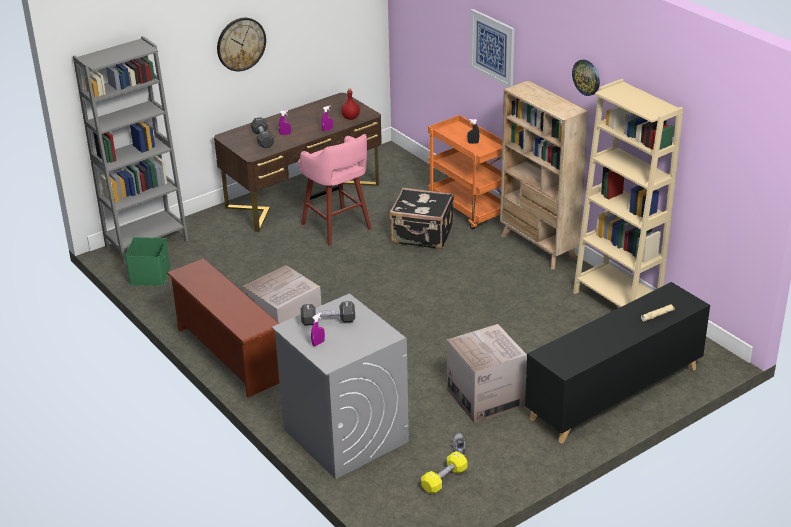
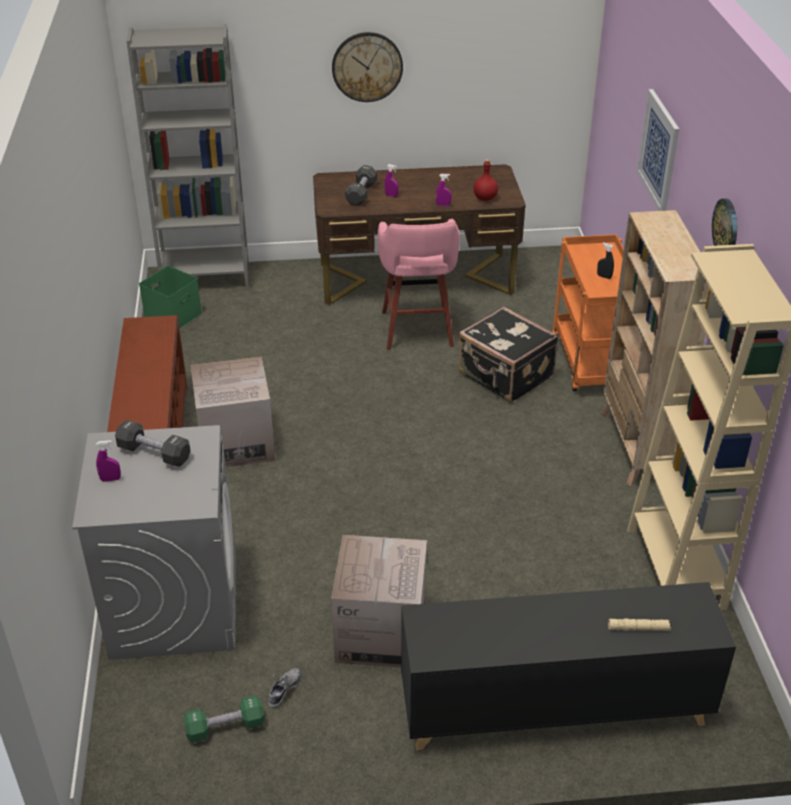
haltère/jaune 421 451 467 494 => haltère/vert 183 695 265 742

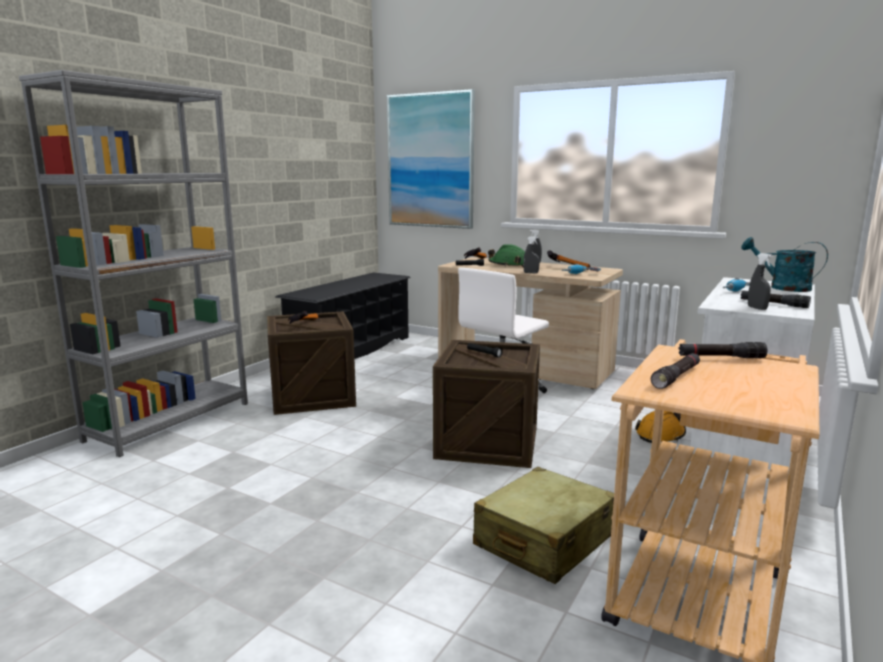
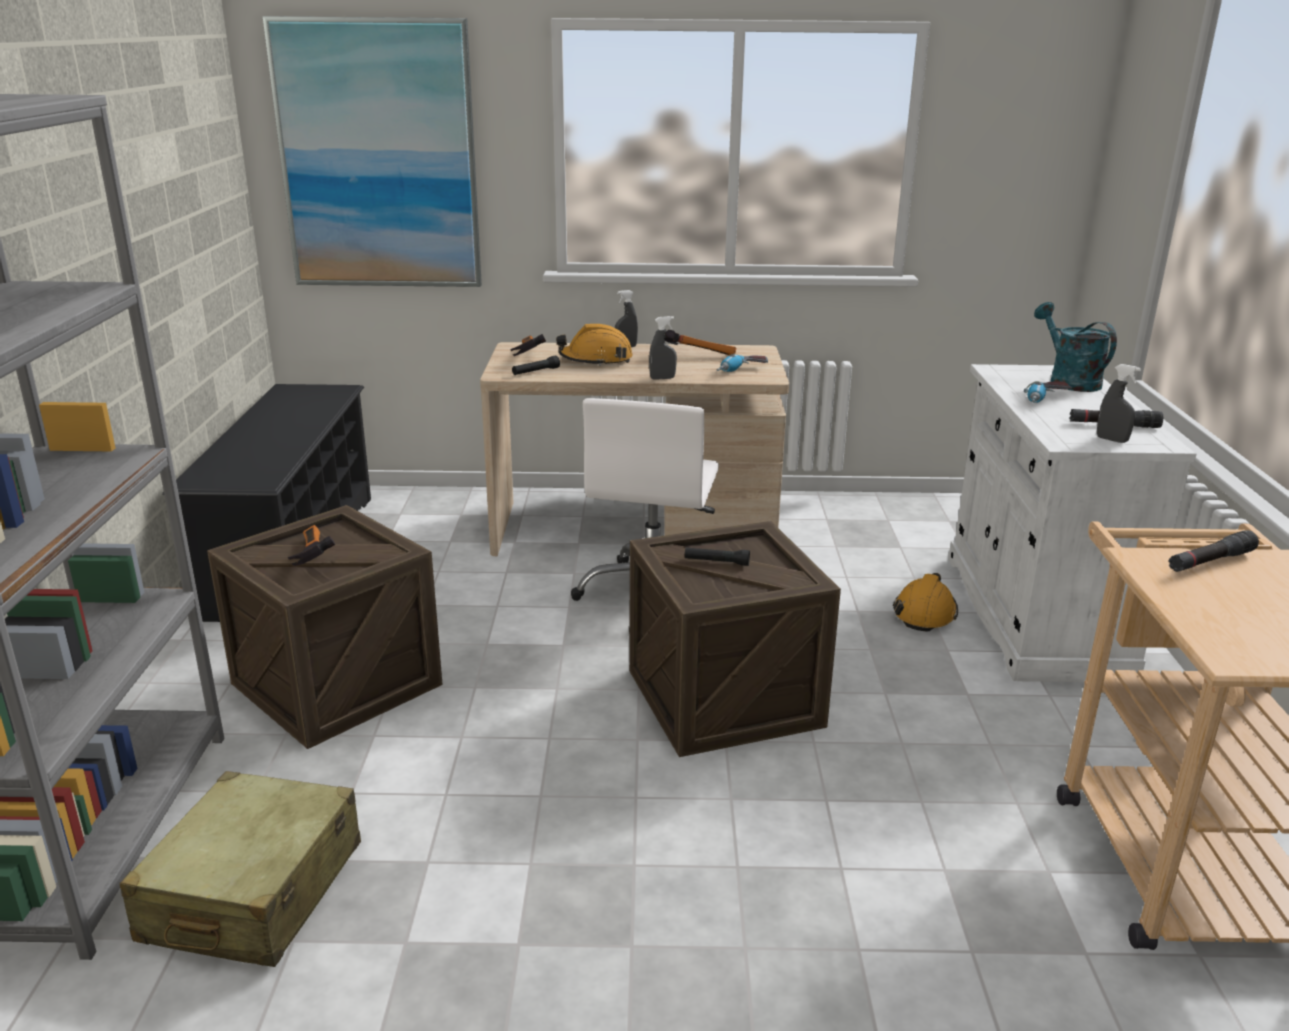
arrosoir/turquoise 741 237 828 292 => arrosoir/turquoise 1034 302 1117 392, 60 degrees clockwise
casque de chantier/vert 488 244 525 267 => casque de chantier/orange 556 324 633 366
lampe de poche/noir 651 353 700 389 => nothing
valise/beige 473 467 614 584 => valise/beige 119 771 361 967, move

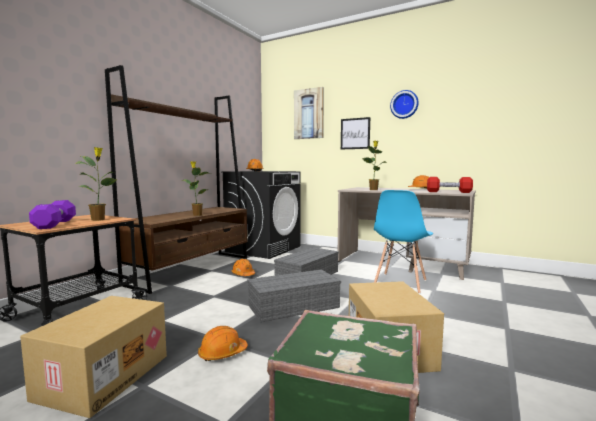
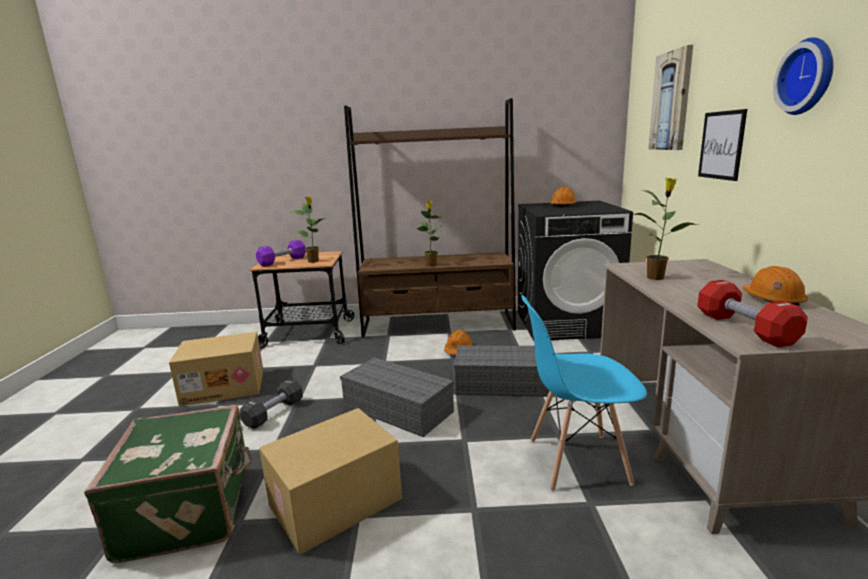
casque de chantier/orange 198 326 248 361 => haltère/noir 240 379 303 429

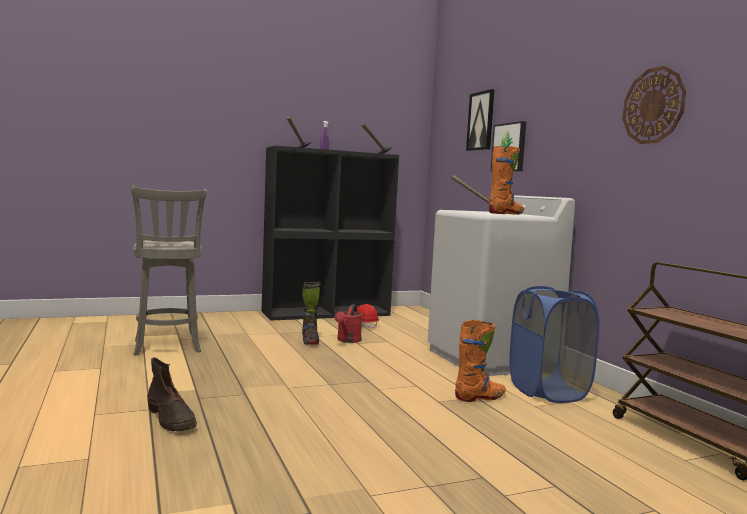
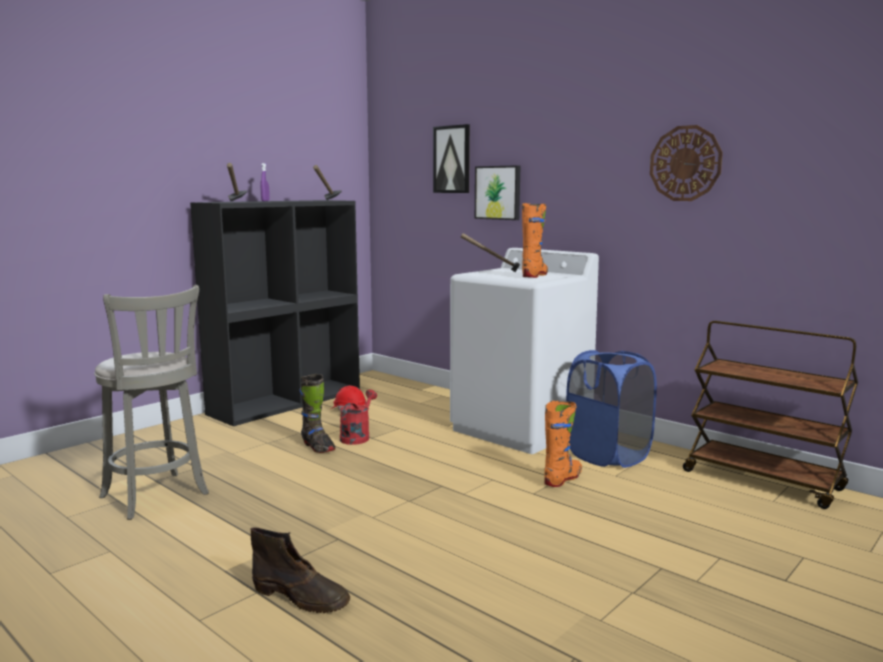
arrosoir/rouge 335 304 362 343 => arrosoir/rouge 340 390 377 445, 150 degrees counterclockwise

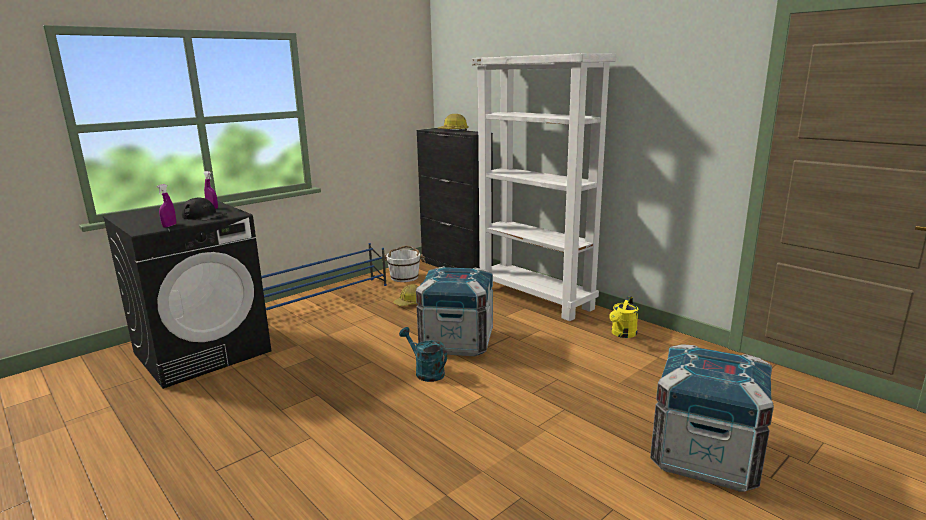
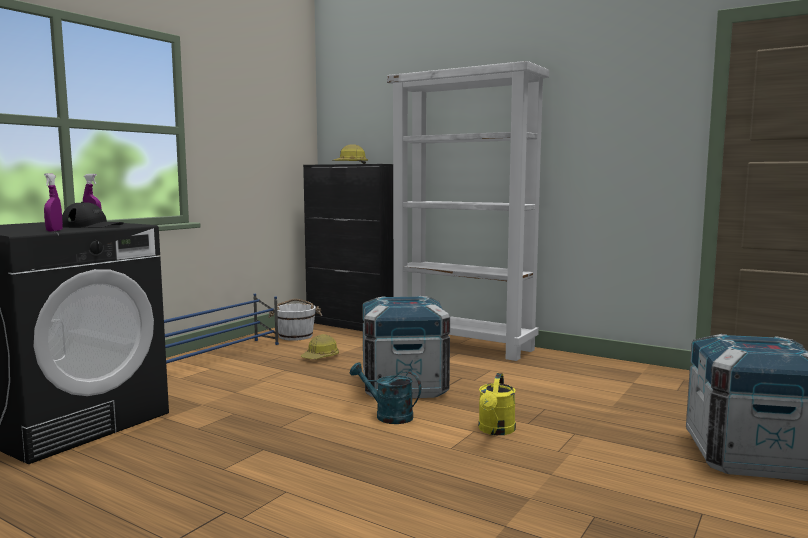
arrosoir/jaune 609 296 639 338 => arrosoir/jaune 479 373 516 435, move

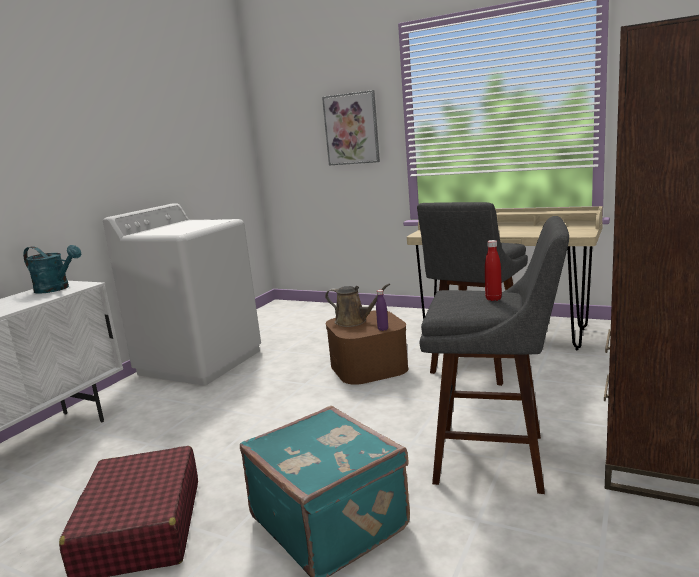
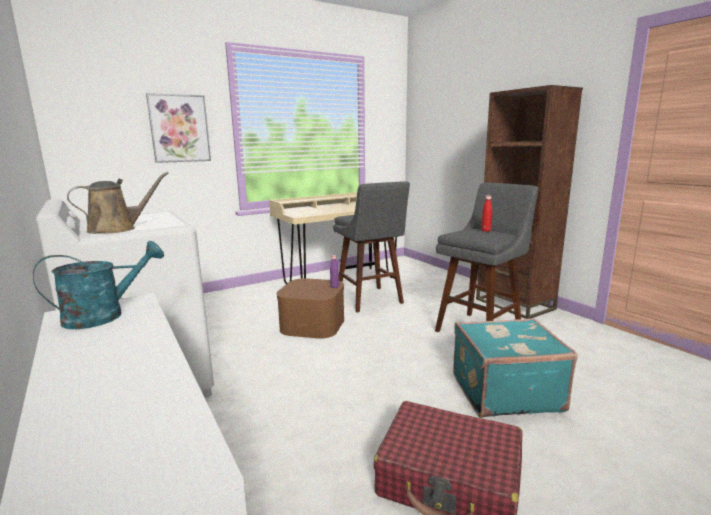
arrosoir/marron 325 283 390 327 => arrosoir/marron 67 172 169 234, move

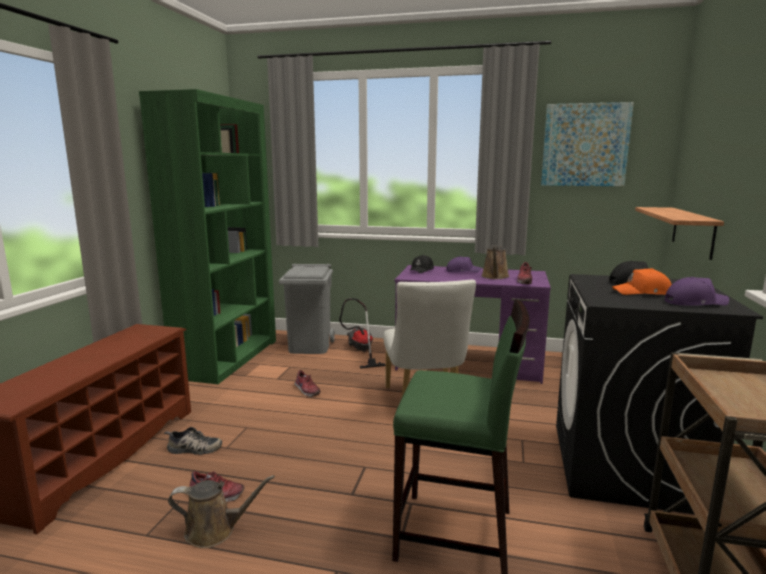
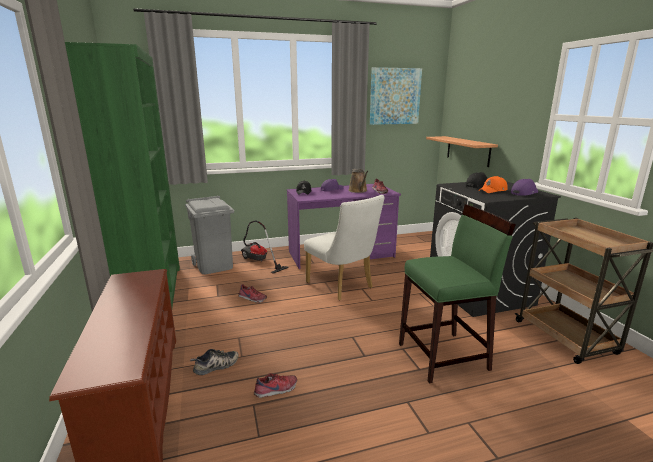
arrosoir/marron 168 475 275 548 => nothing

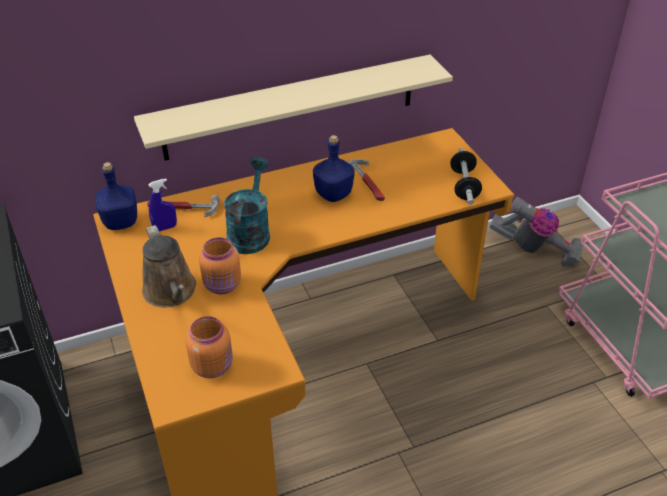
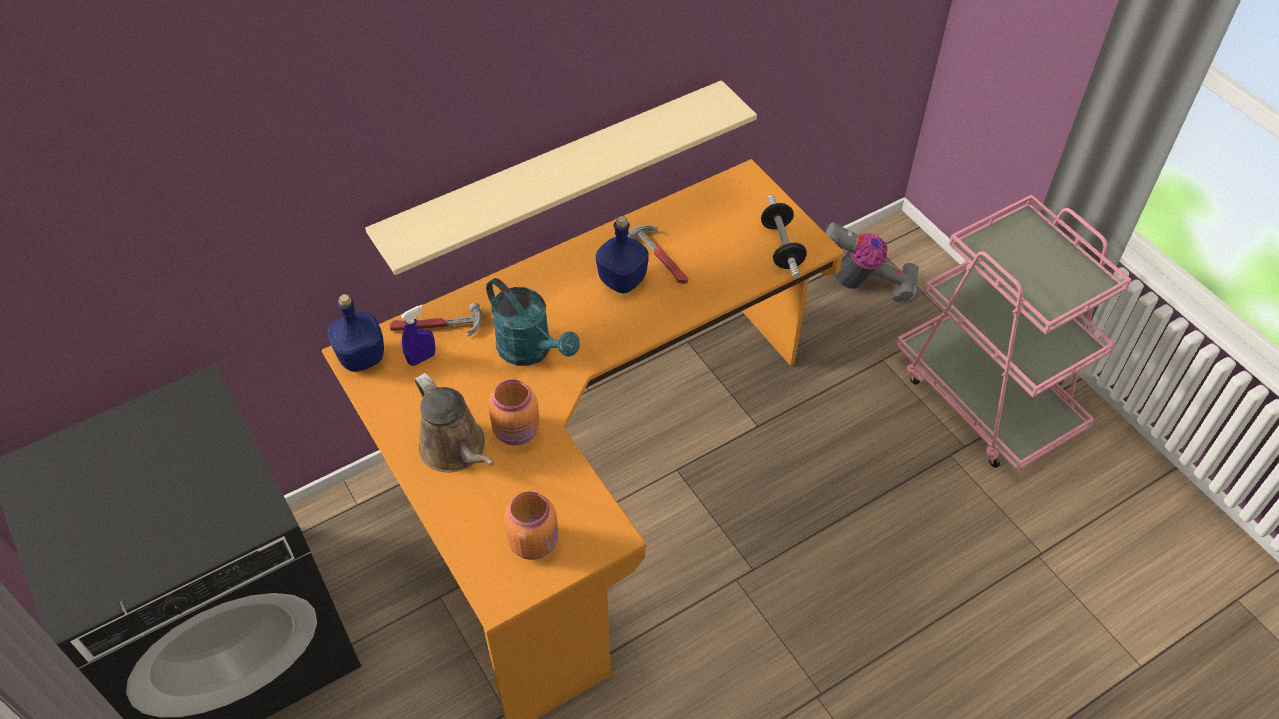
arrosoir/turquoise 224 157 270 254 => arrosoir/turquoise 486 278 580 366, 135 degrees clockwise

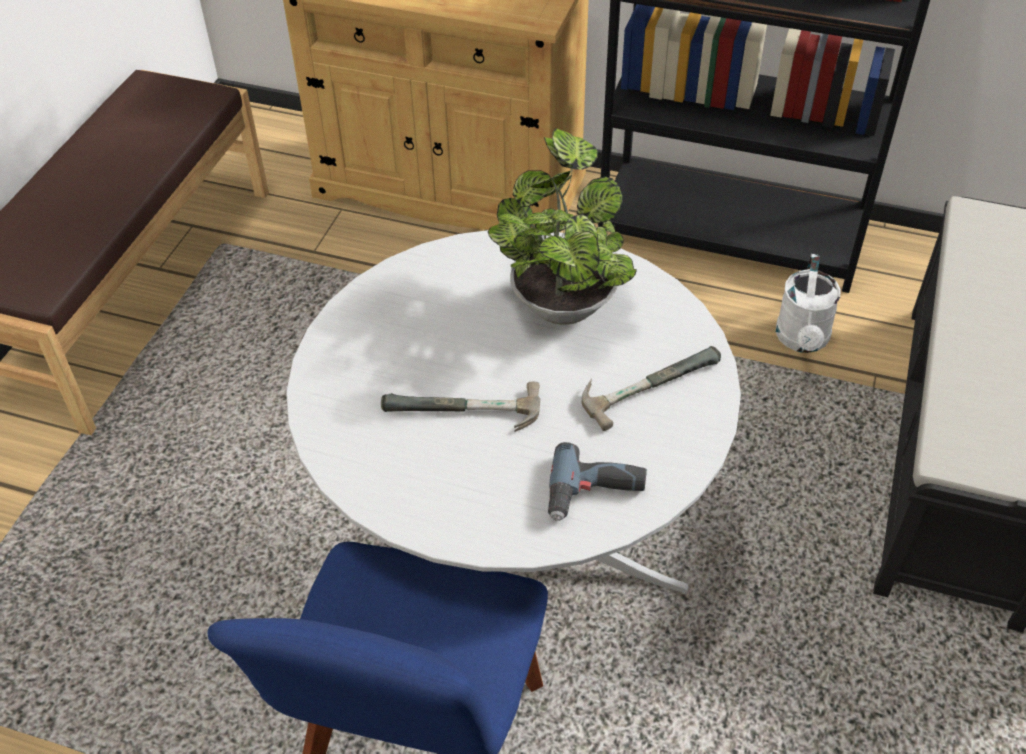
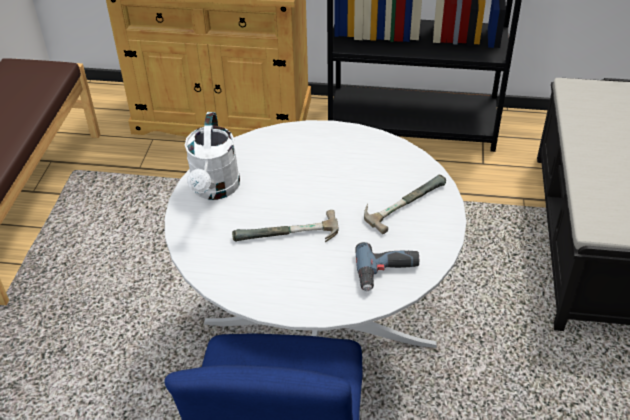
plante en pot 488 128 637 325 => nothing
arrosoir/blanc 776 254 841 353 => arrosoir/blanc 185 112 240 200, move

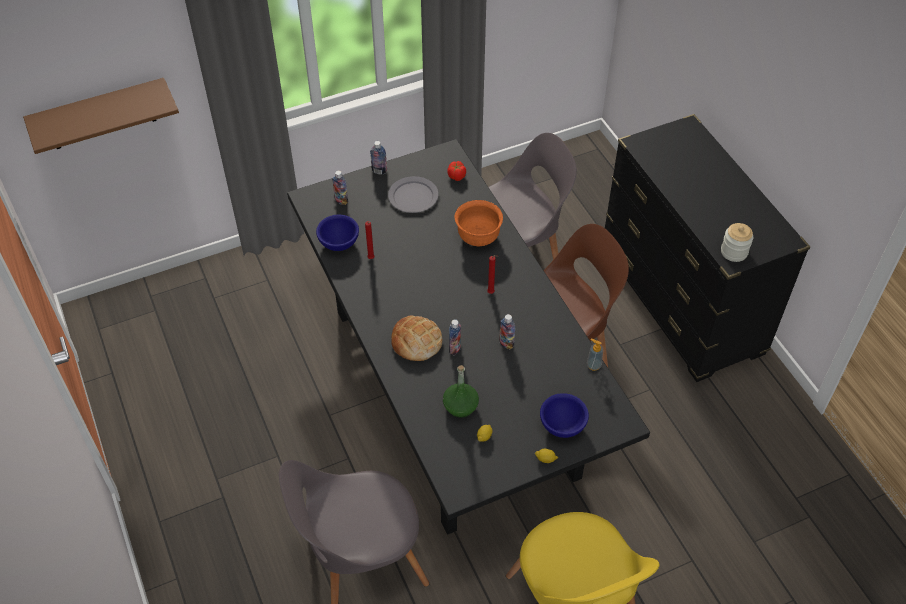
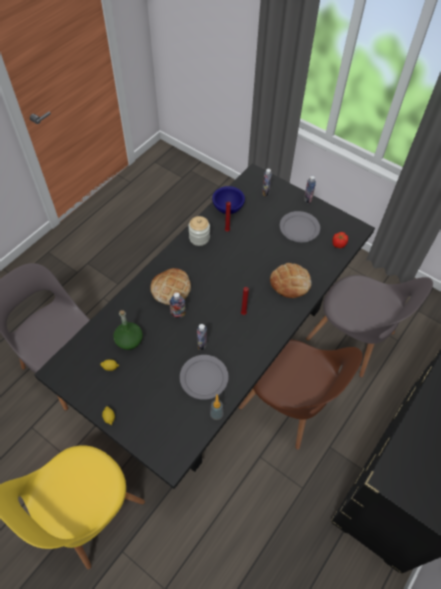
étagère/marron 23 78 179 154 => nothing
bol/orange 455 200 503 246 => pain 270 263 311 298
bocal 721 223 753 262 => bocal 188 216 210 246, move
bol/bleu 540 393 589 438 => nothing
nothing => assiette/gris 180 355 229 400

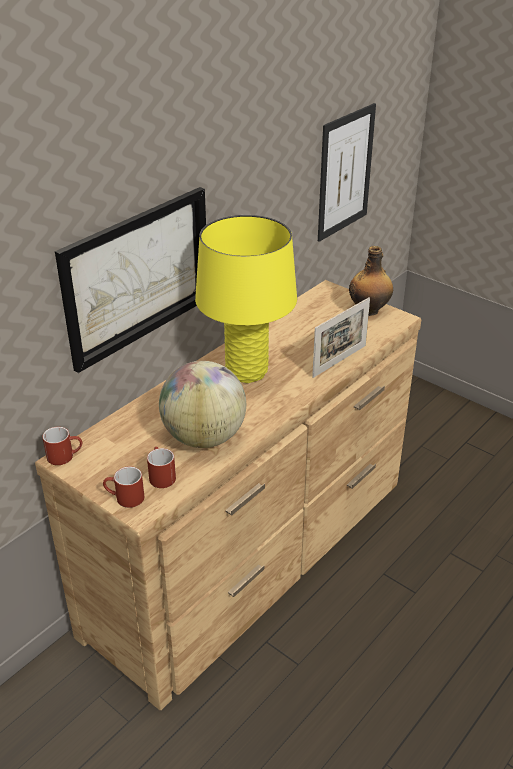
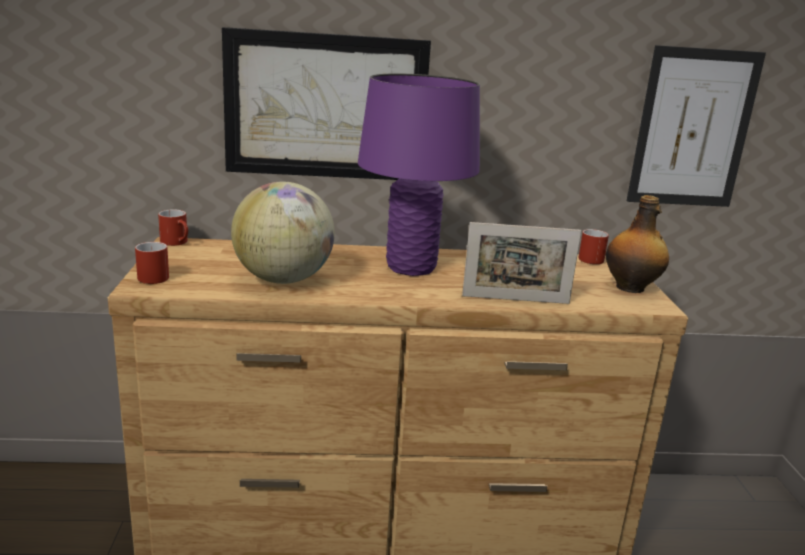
lampe de table/jaune 195 215 297 383 => lampe de table/violet 358 73 480 276
mug/rouge 147 447 176 488 => mug/rouge 578 229 609 264, move

